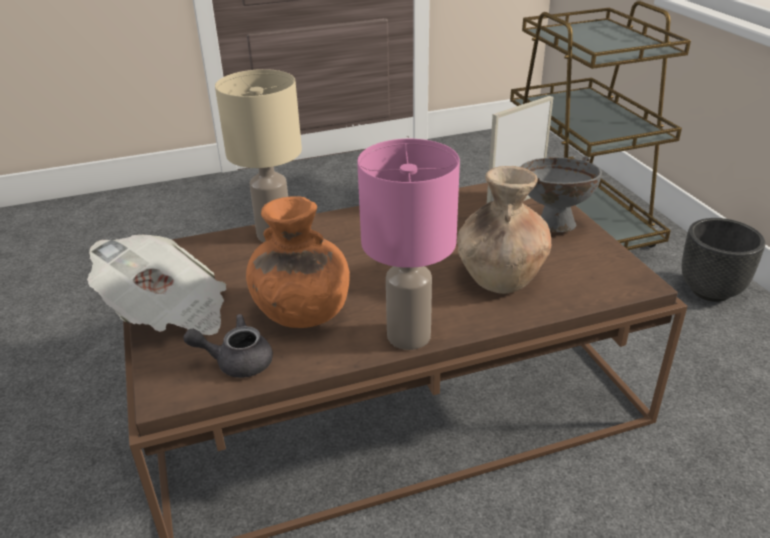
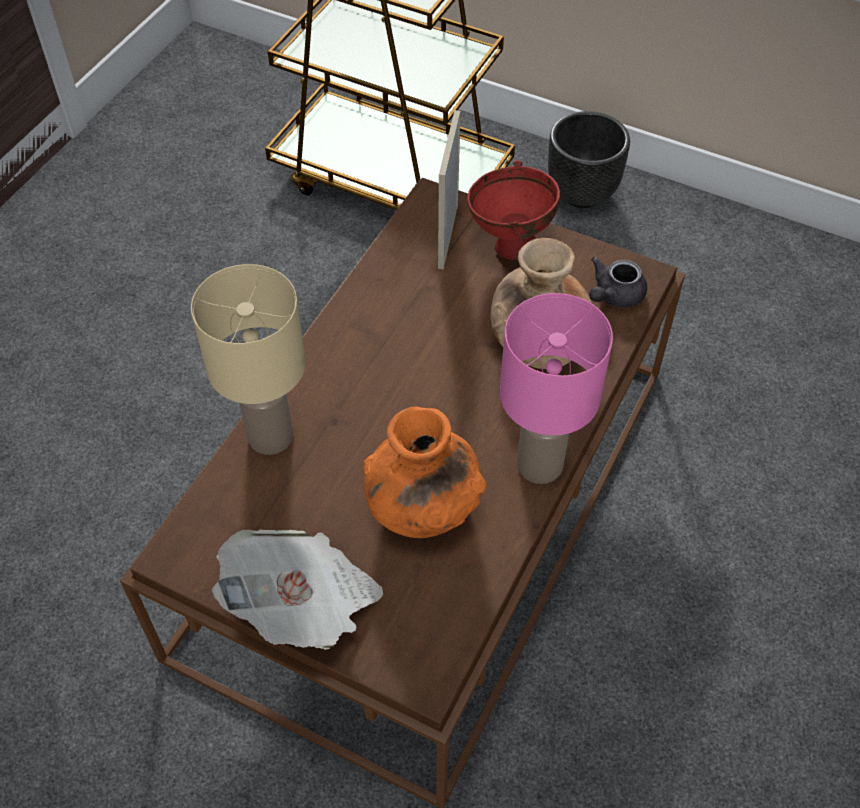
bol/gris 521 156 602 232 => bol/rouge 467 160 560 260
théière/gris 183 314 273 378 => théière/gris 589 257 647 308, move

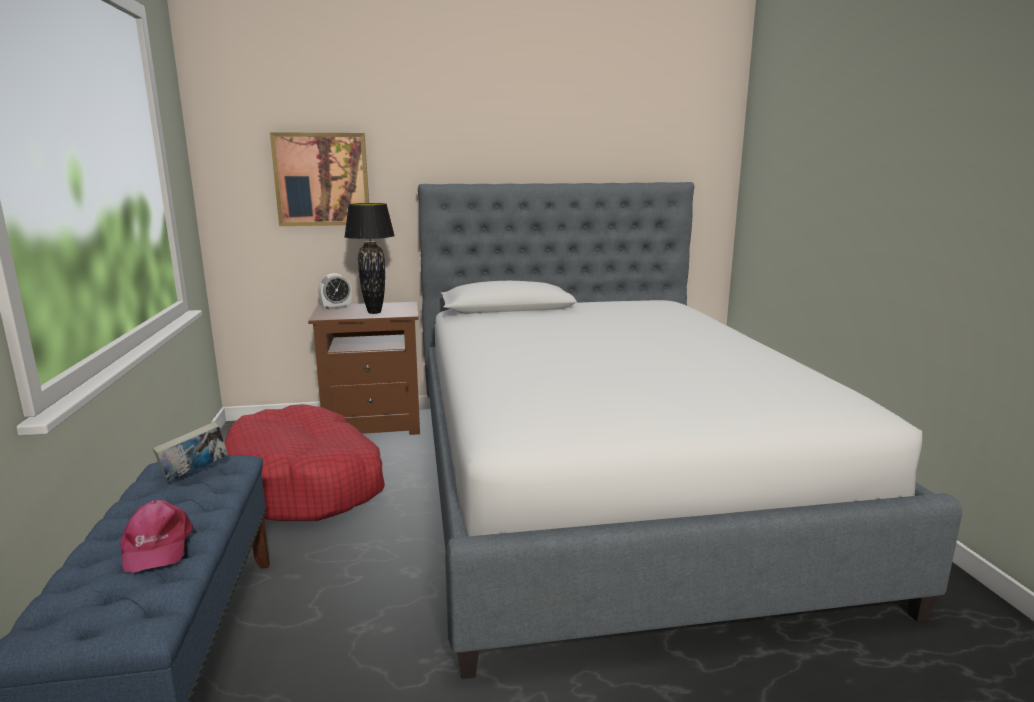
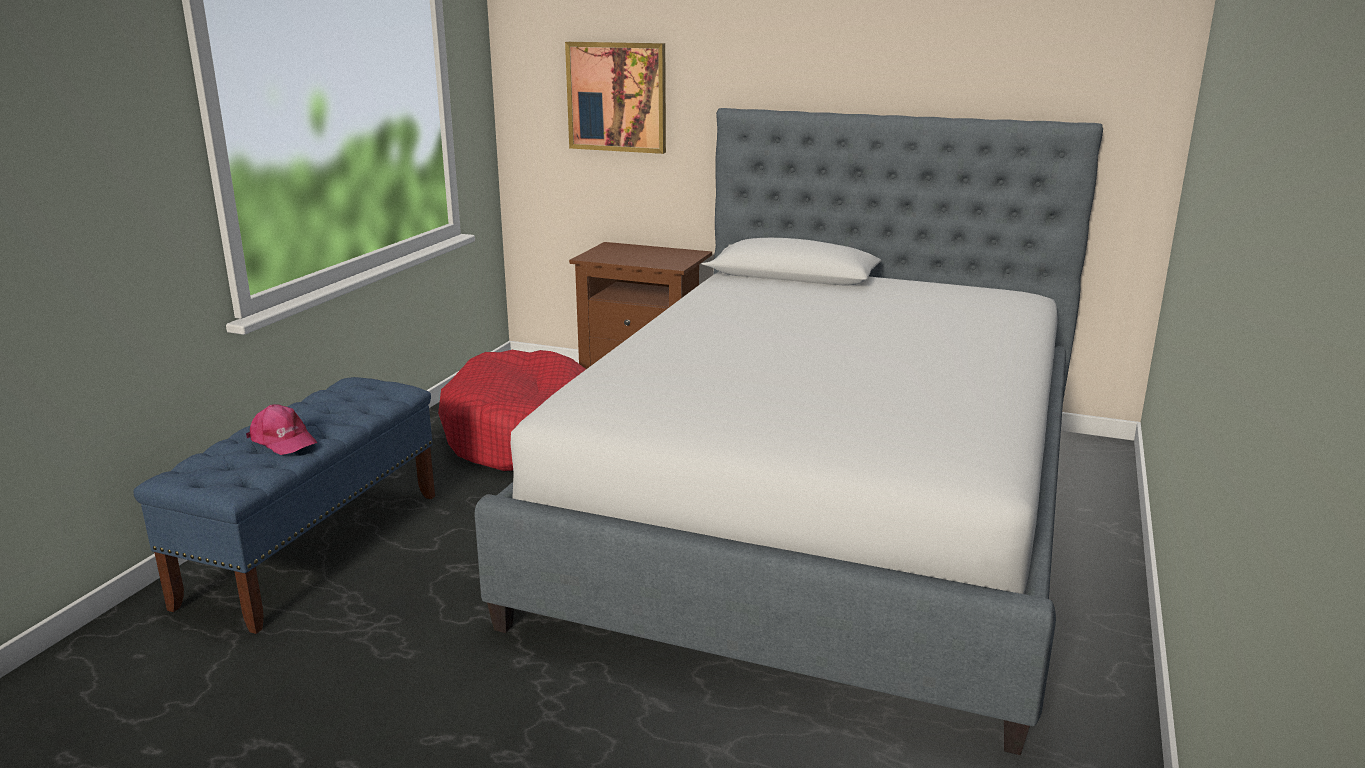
lampe de table/noir 344 203 395 314 => nothing
réveil 318 273 352 310 => nothing
livre 153 422 228 483 => nothing
casquette/rose 120 500 193 573 => casquette/rose 246 404 318 455, 60 degrees counterclockwise

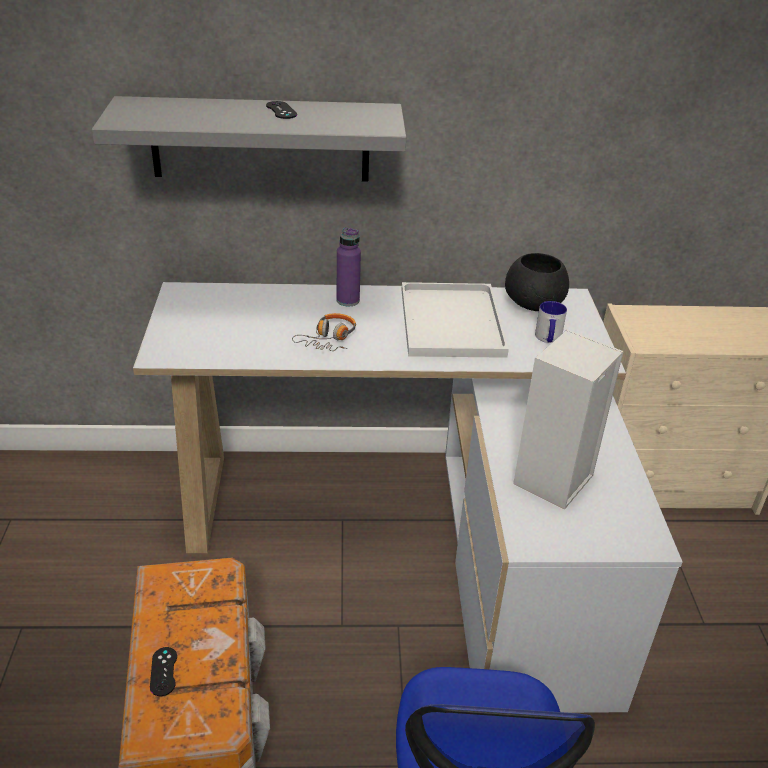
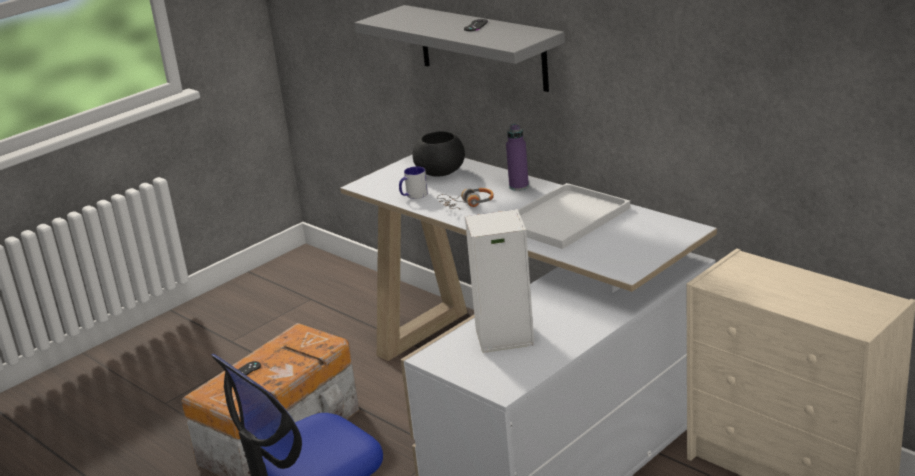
bol/noir 505 253 569 311 => bol/noir 413 131 465 177, move
mug 535 301 567 343 => mug 399 166 428 199, move

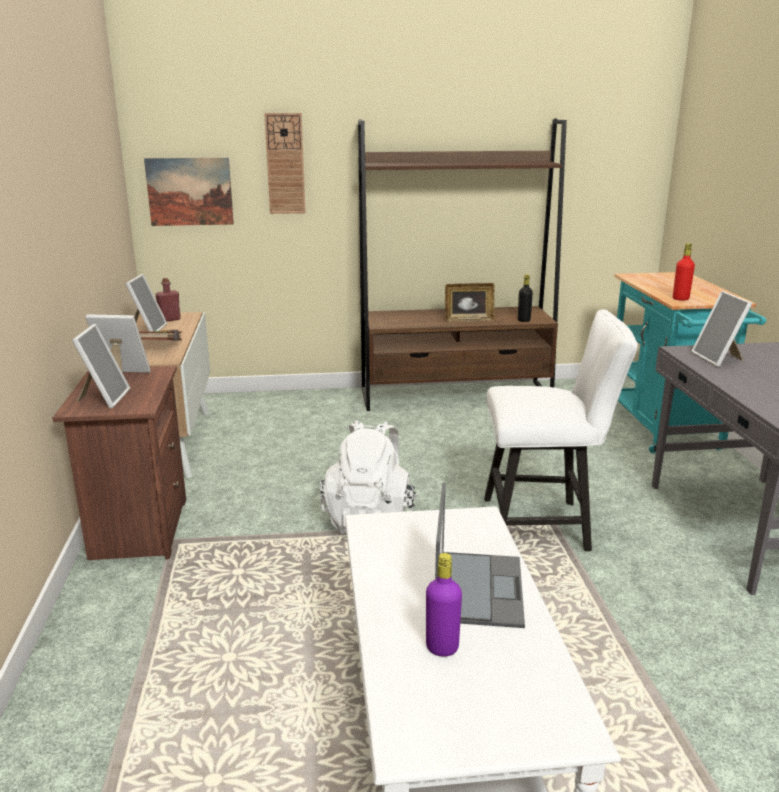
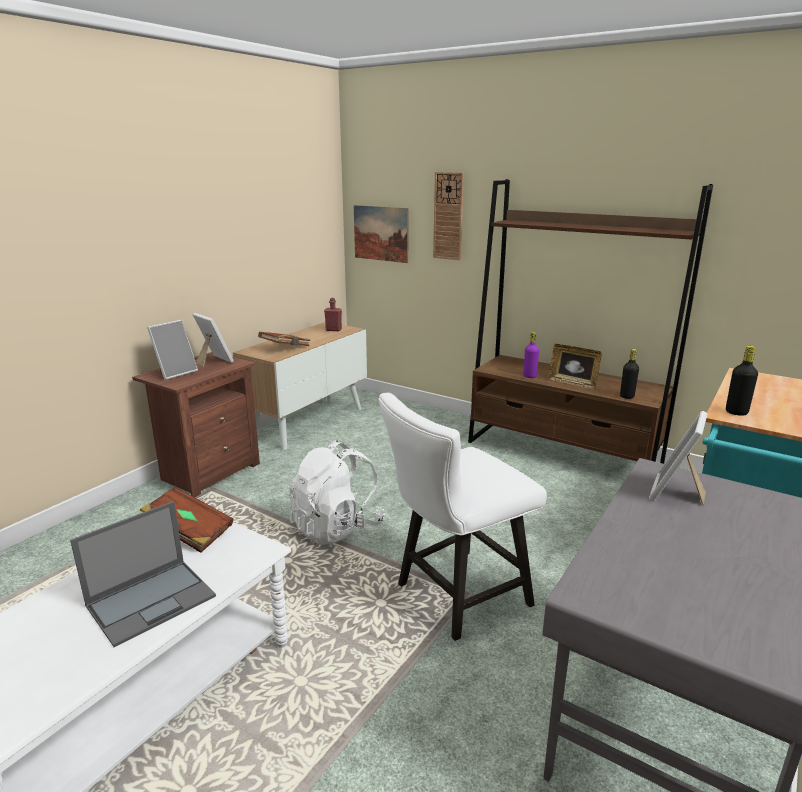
bouteille/rouge 673 243 695 301 => bouteille/noir 726 346 758 416
cadre photo 125 274 167 331 => nothing
chaise/blanc 484 310 638 551 => chaise/blanc 378 393 547 641, 105 degrees clockwise
bouteille/violet 426 553 462 656 => bouteille/violet 523 332 539 378, move
nothing => livre/marron 140 487 233 553

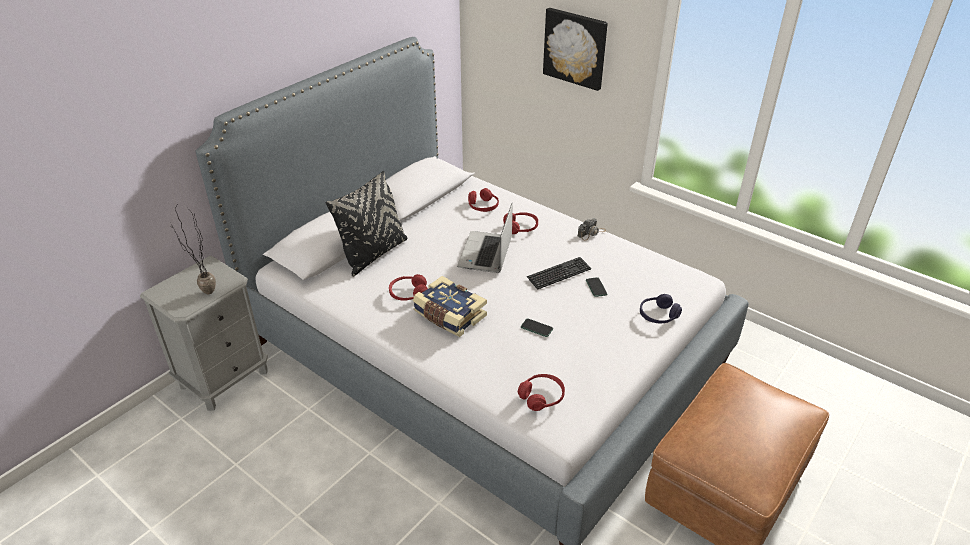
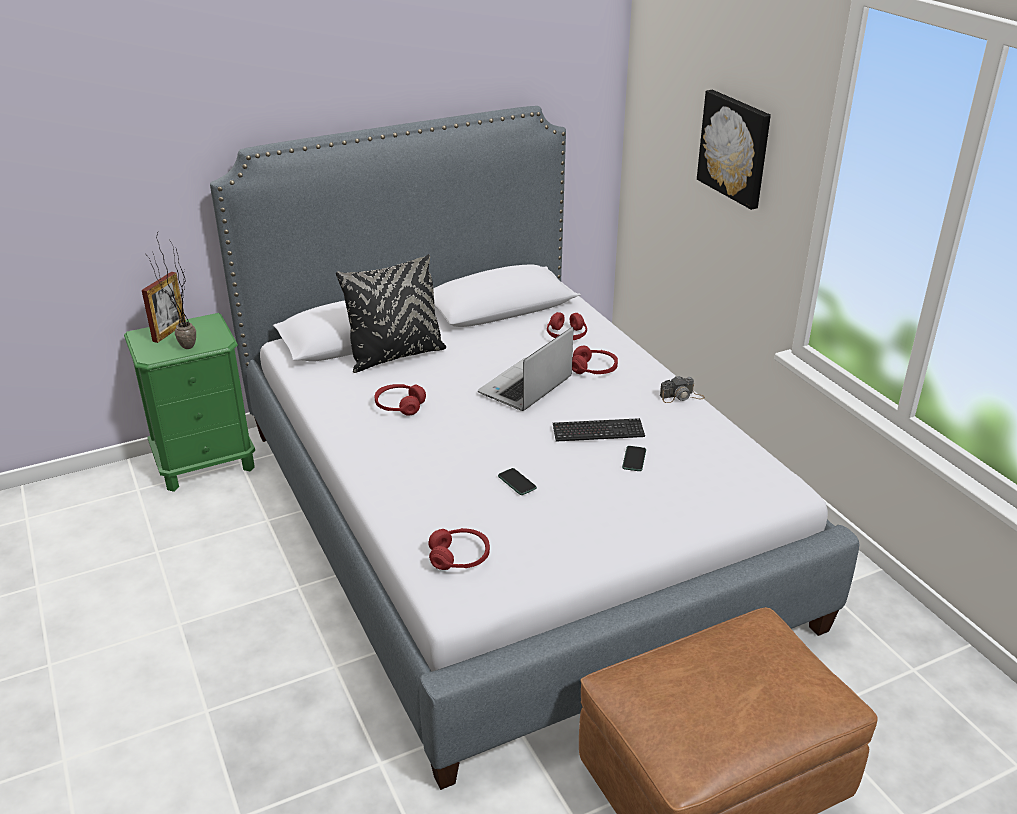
table de chevet/gris 140 255 268 411 => table de chevet/vert 124 313 255 492
livre 413 276 487 337 => nothing
casque audio/violet 640 294 682 323 => nothing
nothing => cadre photo 142 272 186 343

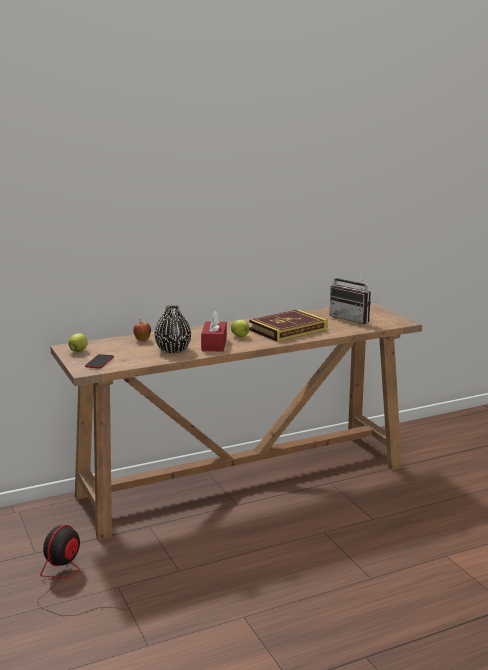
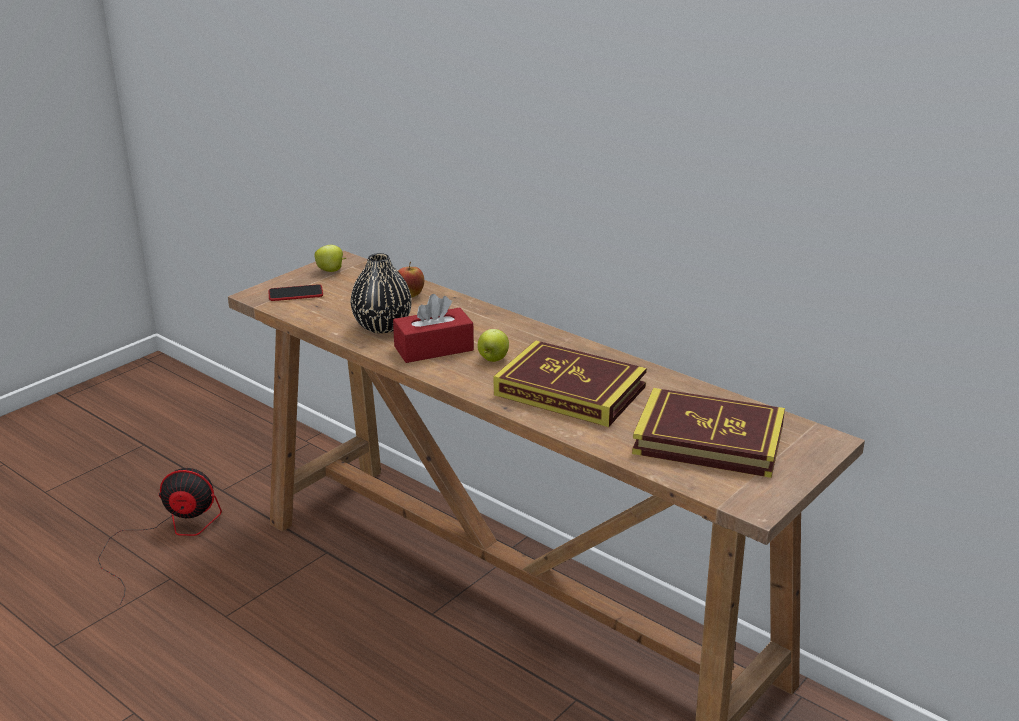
radio 330 267 371 324 => livre 632 388 785 478

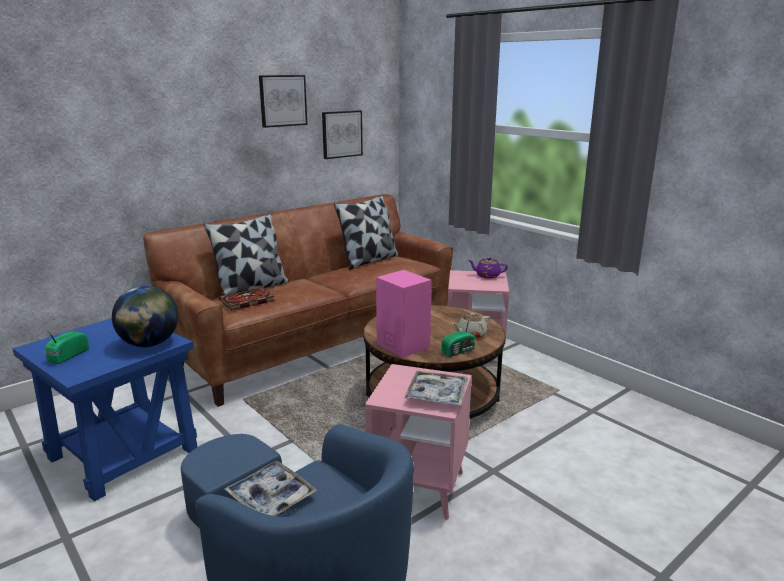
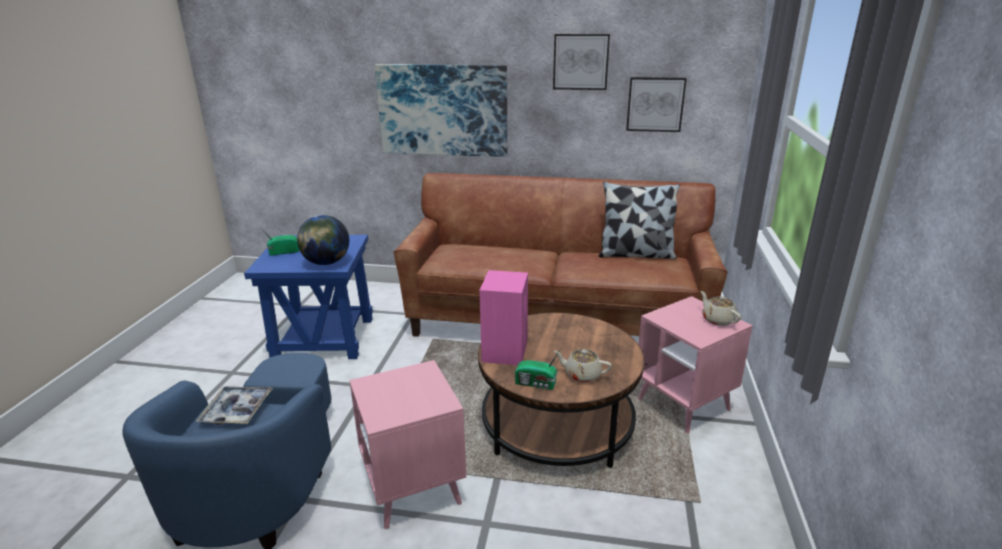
coussin 204 214 289 296 => nothing
théière/violet 468 257 508 279 => théière/beige 701 291 741 326
livre 219 287 275 310 => nothing
plateau 405 370 468 406 => nothing
nothing => tableau 375 64 507 157

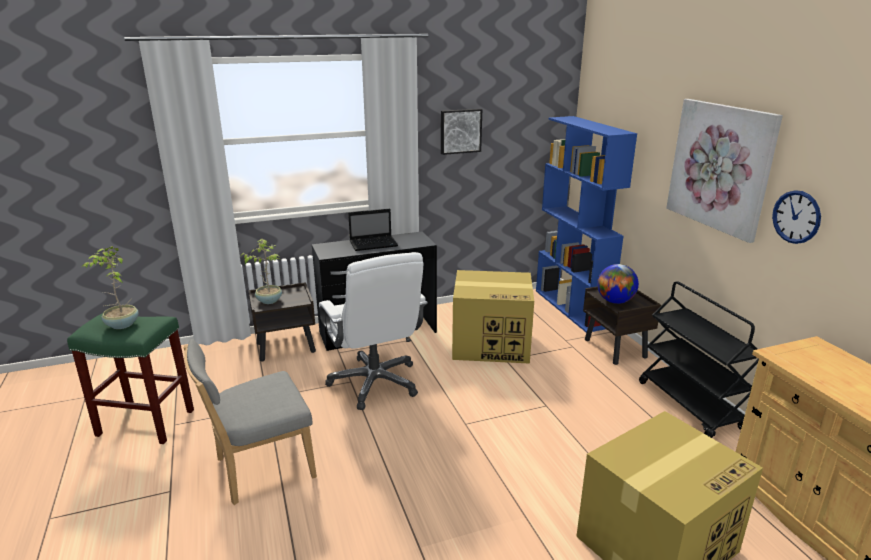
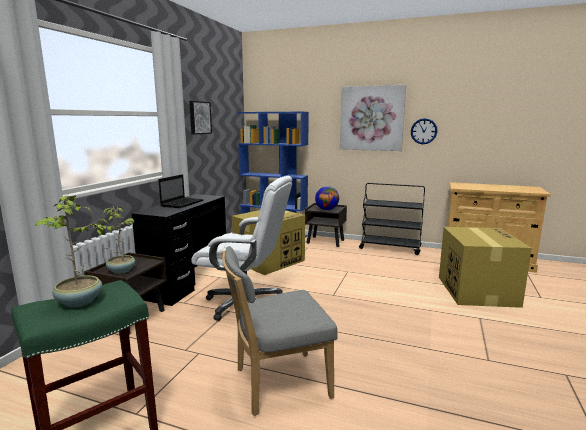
chaise/gris 184 339 317 505 => chaise/gris 221 246 338 416, 60 degrees clockwise

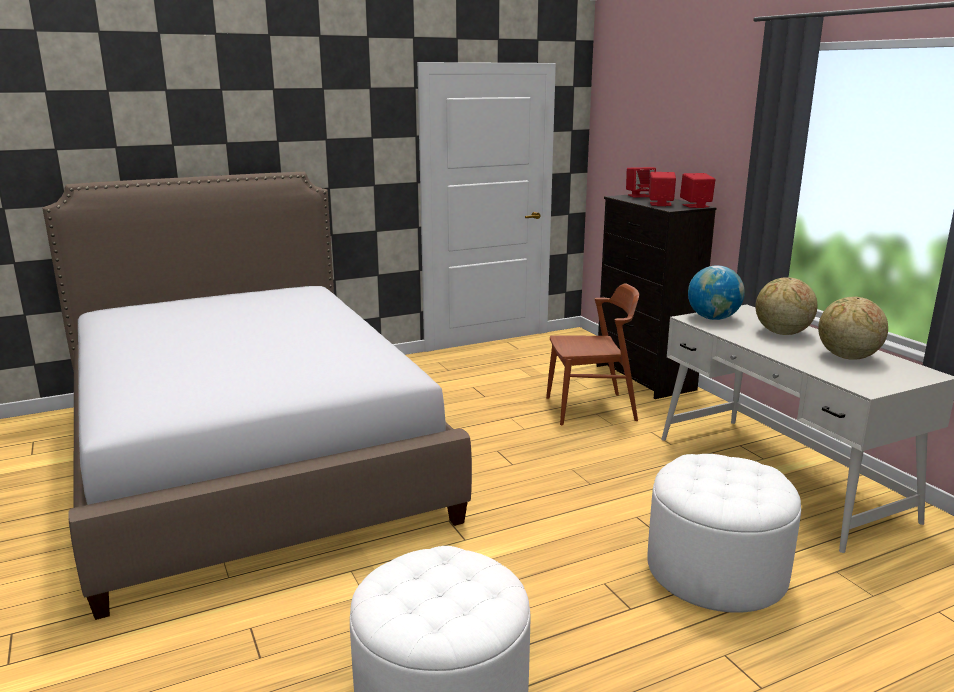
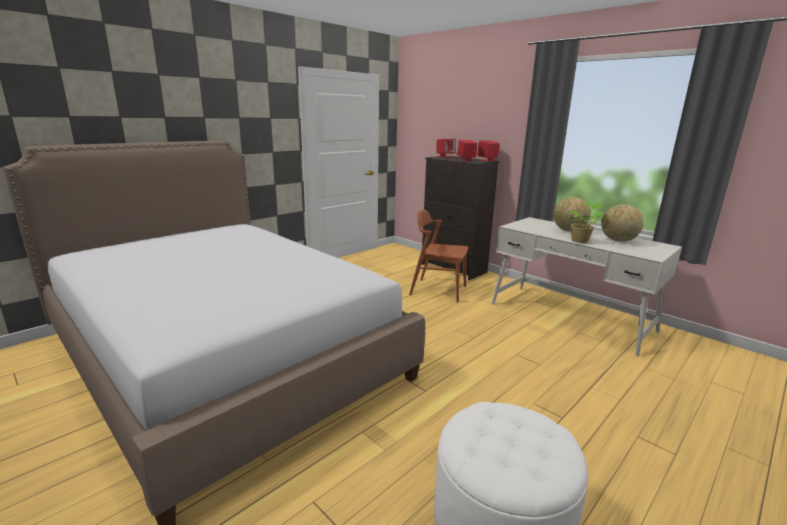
globe 688 265 745 320 => nothing
chaise/marron 546 283 639 425 => chaise/marron 409 209 469 303, 135 degrees counterclockwise
pouf/blanc 647 454 801 613 => nothing
nothing => plante en pot 568 202 604 243

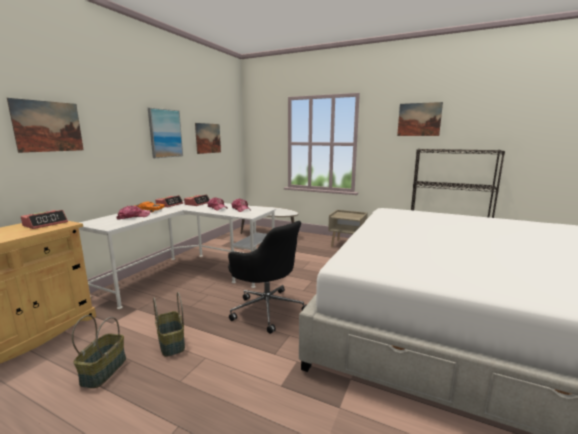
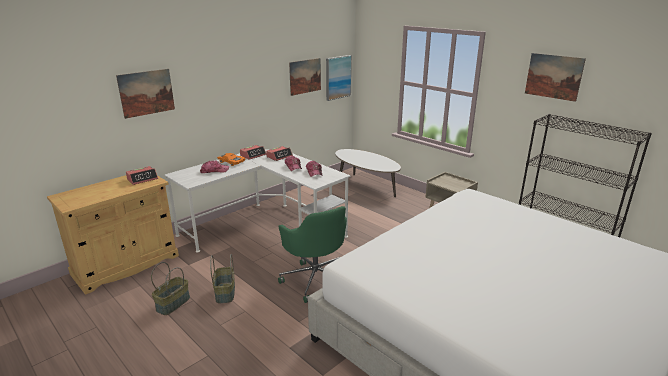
tableau 148 108 183 158 => tableau 326 55 352 101, move
chaise de bureau/noir 228 221 306 334 => chaise de bureau/vert 278 206 347 303

